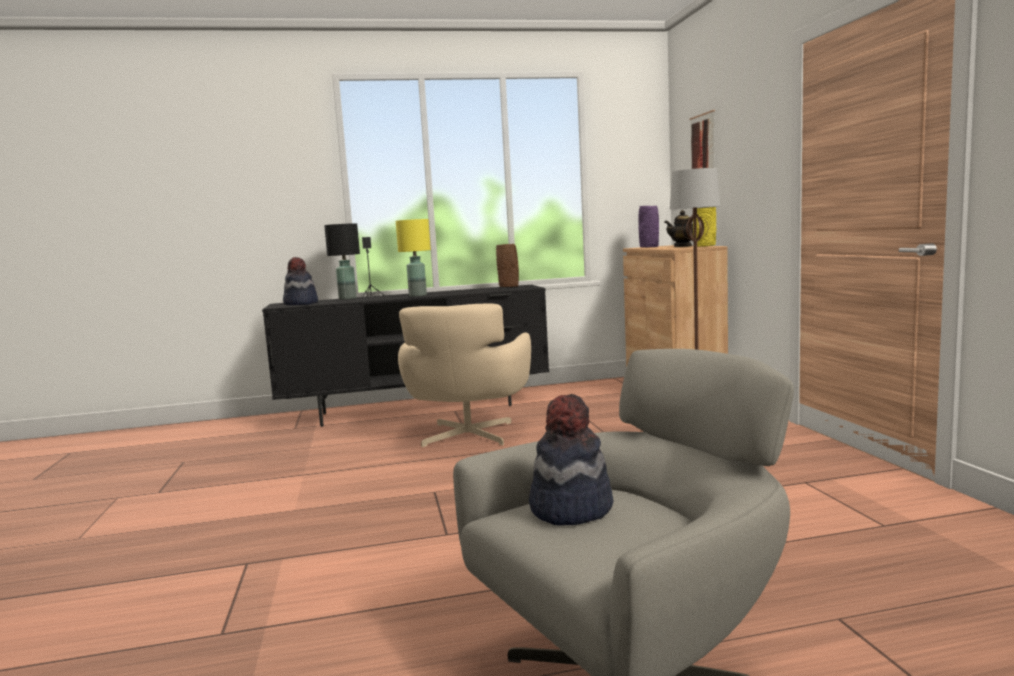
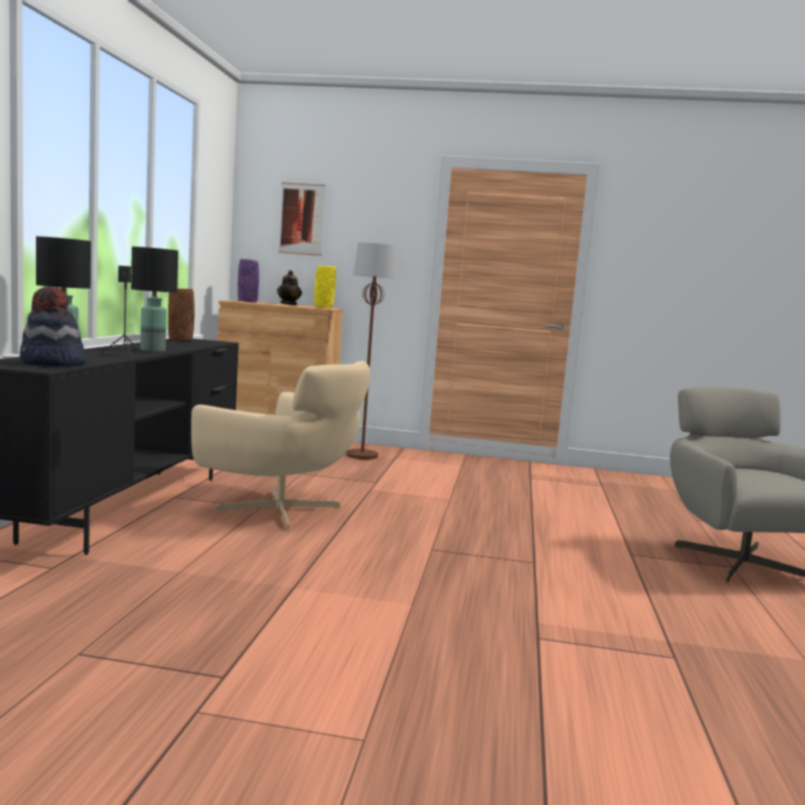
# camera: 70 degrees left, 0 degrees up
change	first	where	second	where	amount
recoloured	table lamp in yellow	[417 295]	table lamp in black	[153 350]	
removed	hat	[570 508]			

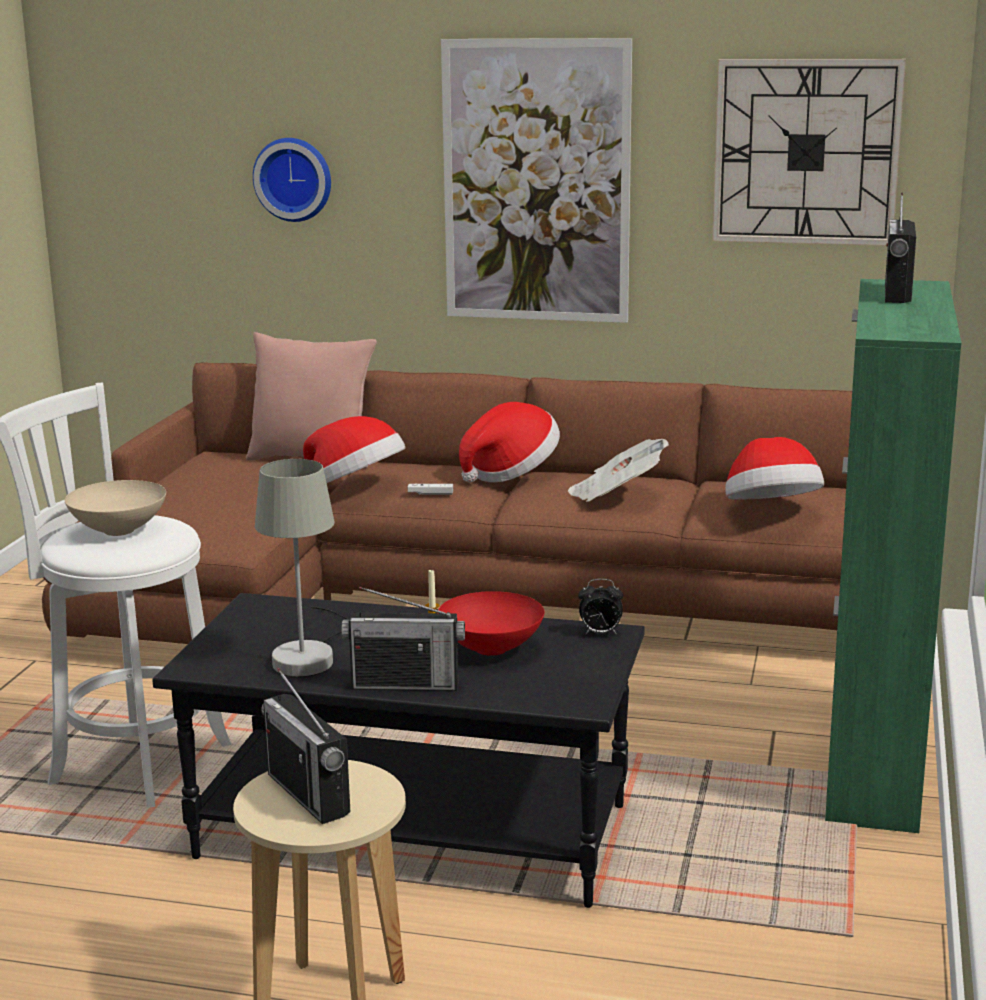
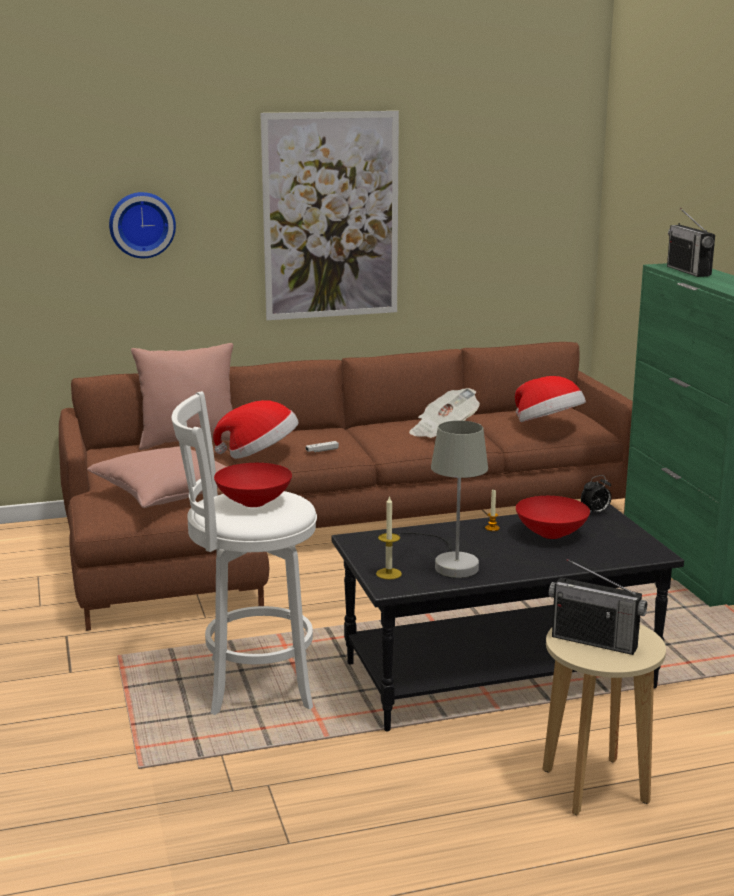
# camera: 30 degrees left, 0 degrees up
change	first	where	second	where	amount
recoloured	bowl in beige	[118 531]	bowl in red	[254 503]	
removed	radio	[405 684]			
removed	hat	[510 473]			
removed	wall clock	[806 152]			
added			pillow in pink	[166 493]	
added			candle	[388 574]	

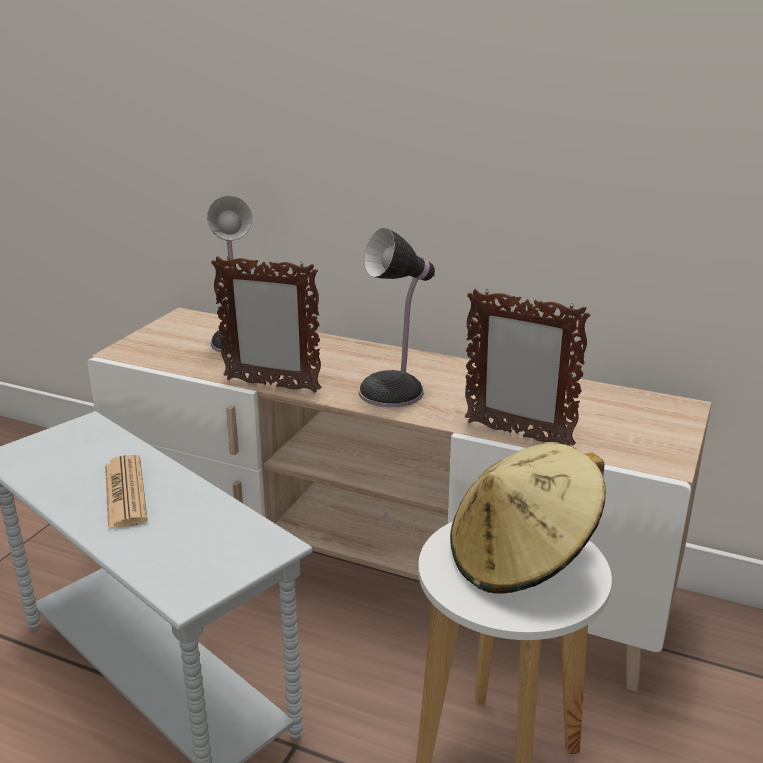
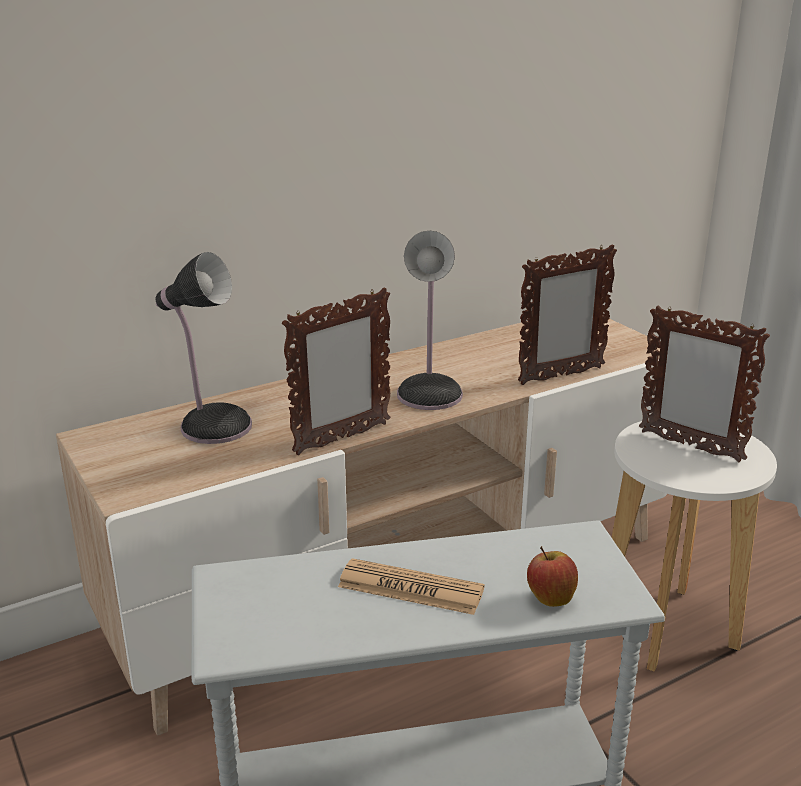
# camera: 55 degrees left, 0 degrees up
change	first	where	second	where	amount
replaced	hat in beige	[522 559]	picture frame	[689 446]	
added			apple	[550 598]	

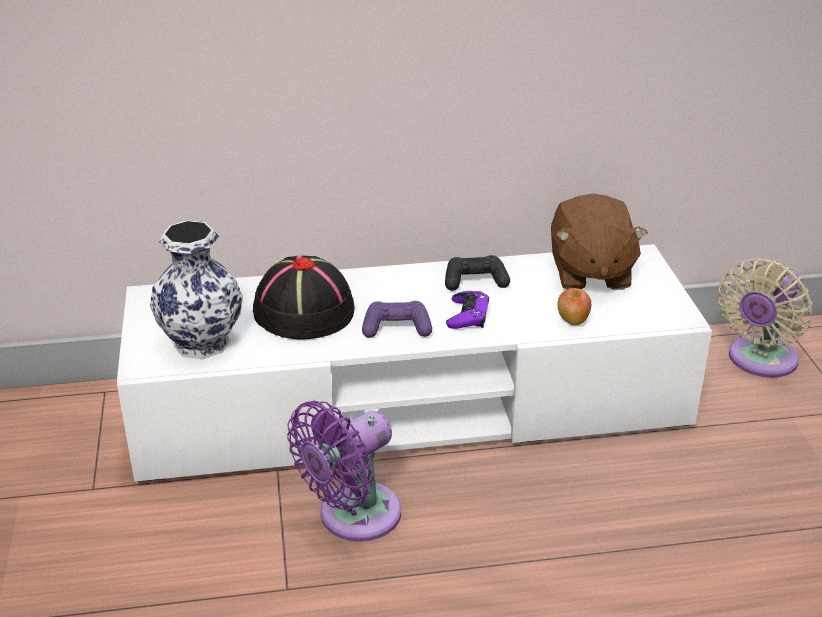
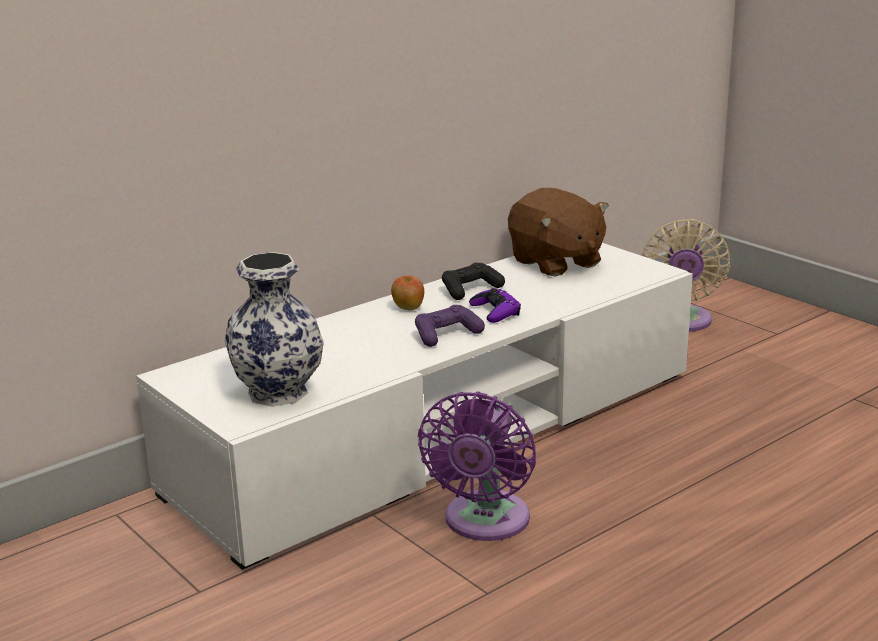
# camera: 30 degrees left, 10 degrees down
change	first	where	second	where	amount
removed	hat in black	[303 312]			
moved	apple	[572 321]		[408 308]	

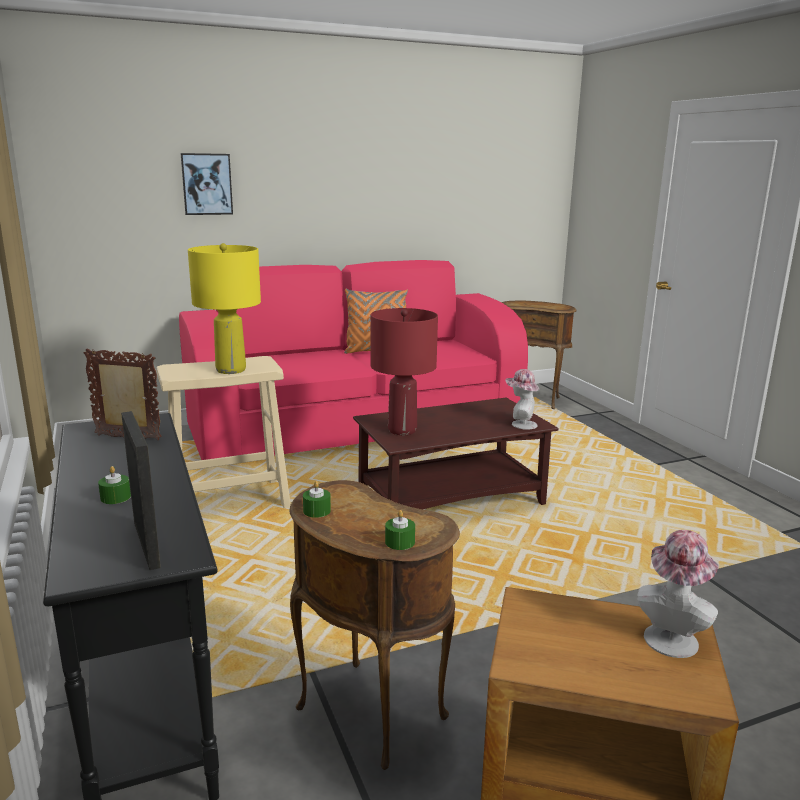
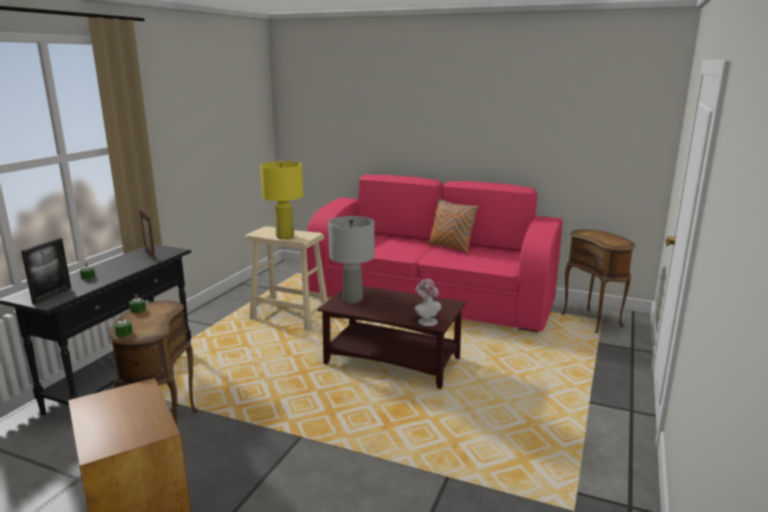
# camera: 45 degrees right, 0 degrees up
change	first	where	second	where	amount
removed	picture	[207 184]			
recoloured	table lamp in red	[403 430]	table lamp in grey	[353 300]	
removed	hat	[671 636]			

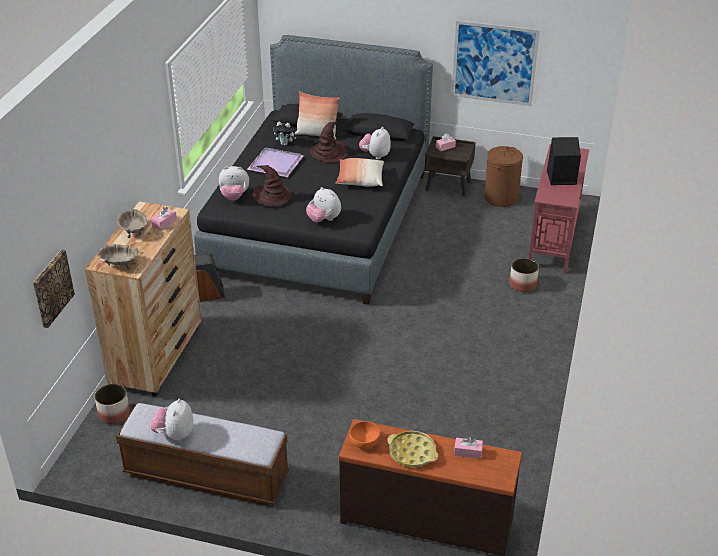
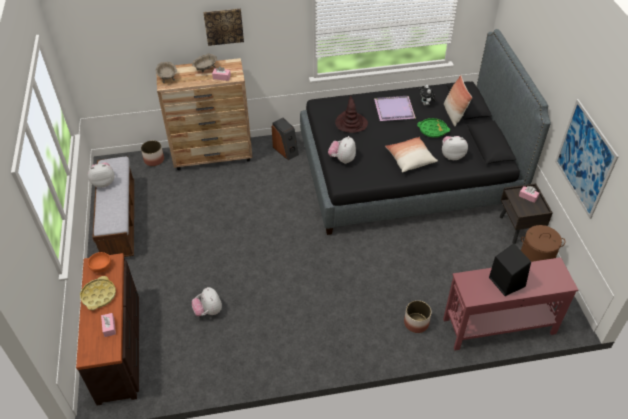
# camera: 65 degrees right, 10 degrees up
change	first	where	second	where	amount
moved	picture	[52 288]		[223 26]	
moved	plush toy	[234 196]		[208 311]	
replaced	hat in brown	[329 153]	tray in green	[433 130]	

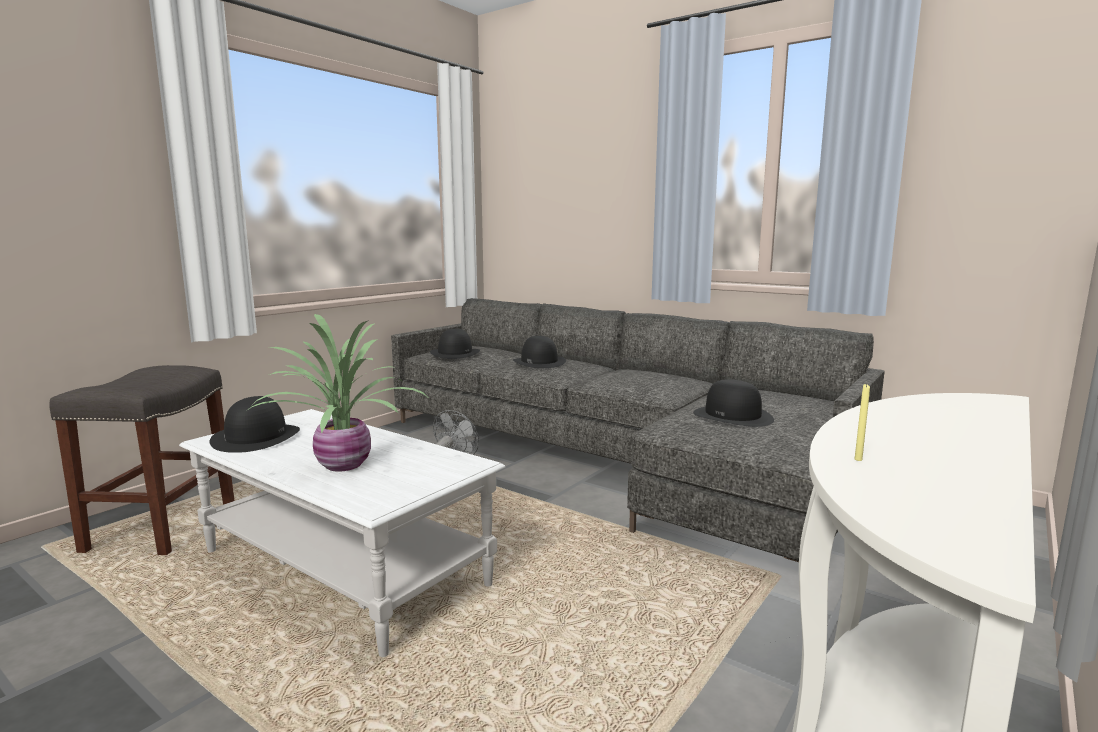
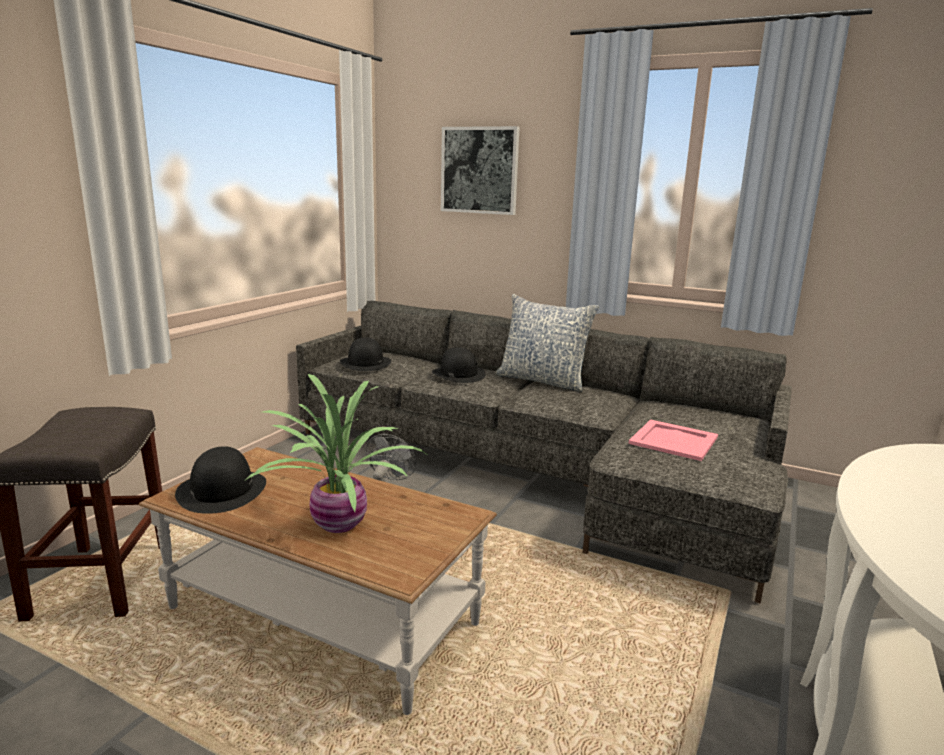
# camera: 10 degrees left, 5 degrees up
change	first	where	second	where	amount
recoloured	coffee table in white	[343 568]	coffee table in brown	[323 616]	
replaced	hat in black	[733 416]	tray in pink	[674 440]	
removed	candle in yellow	[858 459]			
added			picture	[479 170]	
added			pillow	[542 380]	

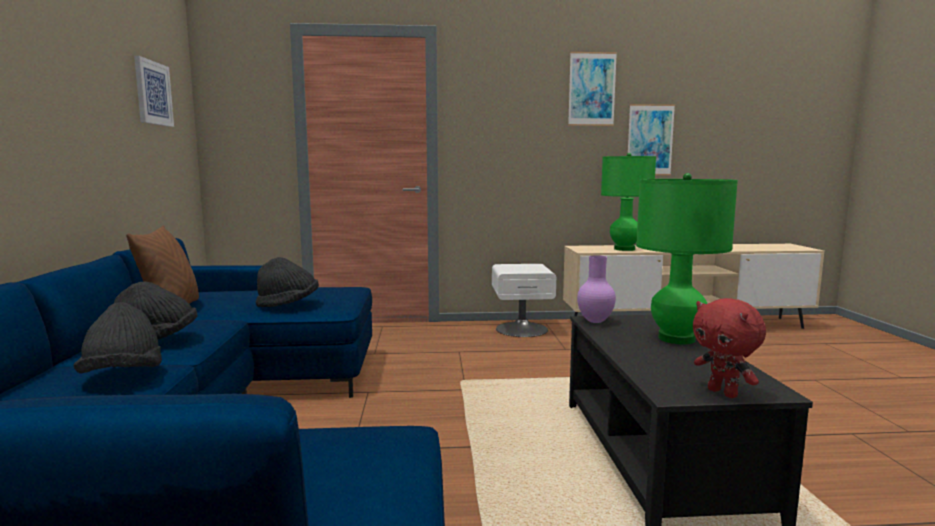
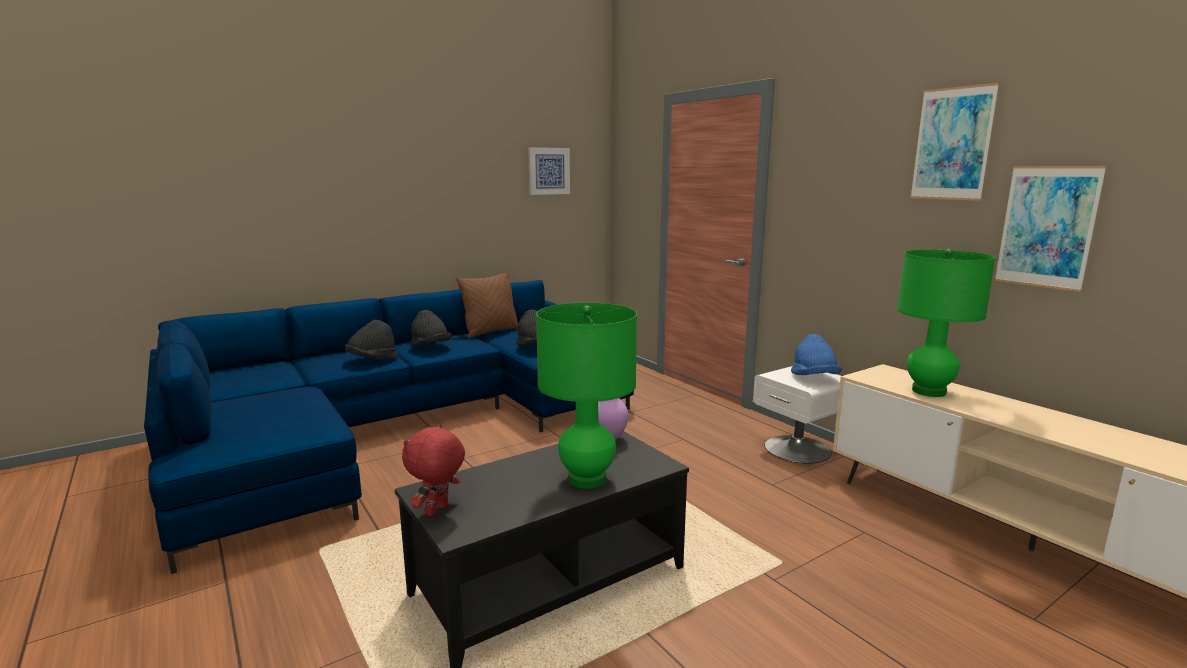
# camera: 60 degrees right, 5 degrees up
change	first	where	second	where	amount
added			hat in blue	[813 378]	

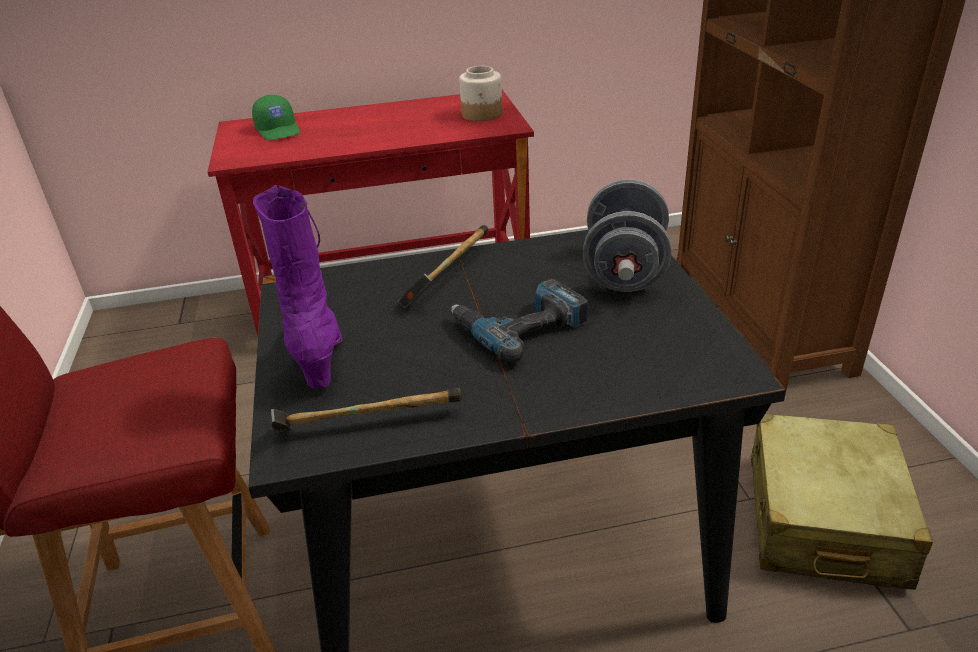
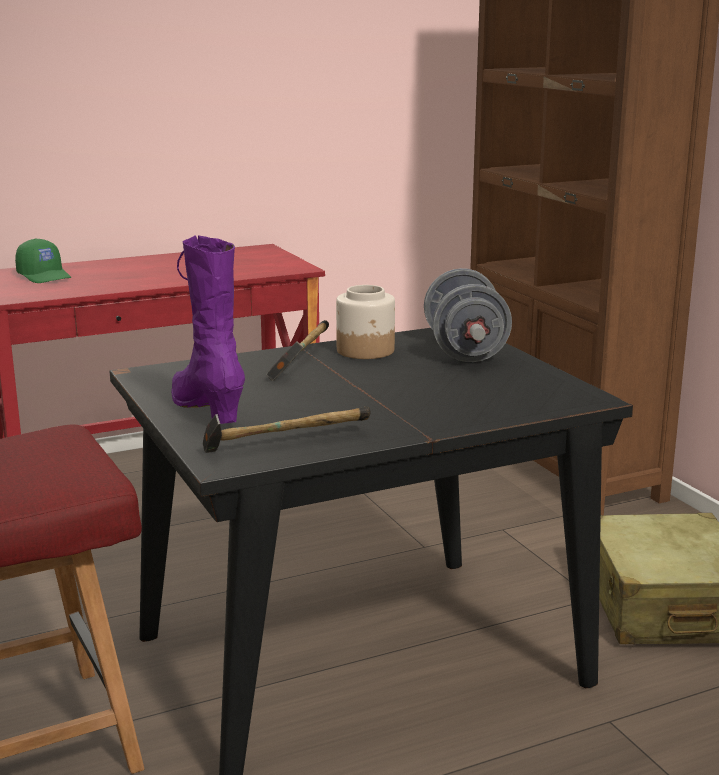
# camera: 15 degrees left, 15 degrees down
change	first	where	second	where	amount
removed	power drill	[519 326]			
moved	jar	[482 114]		[366 351]	

